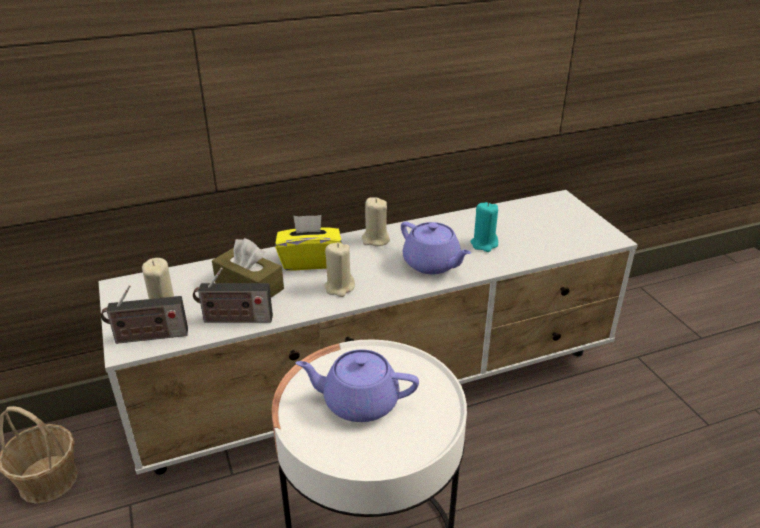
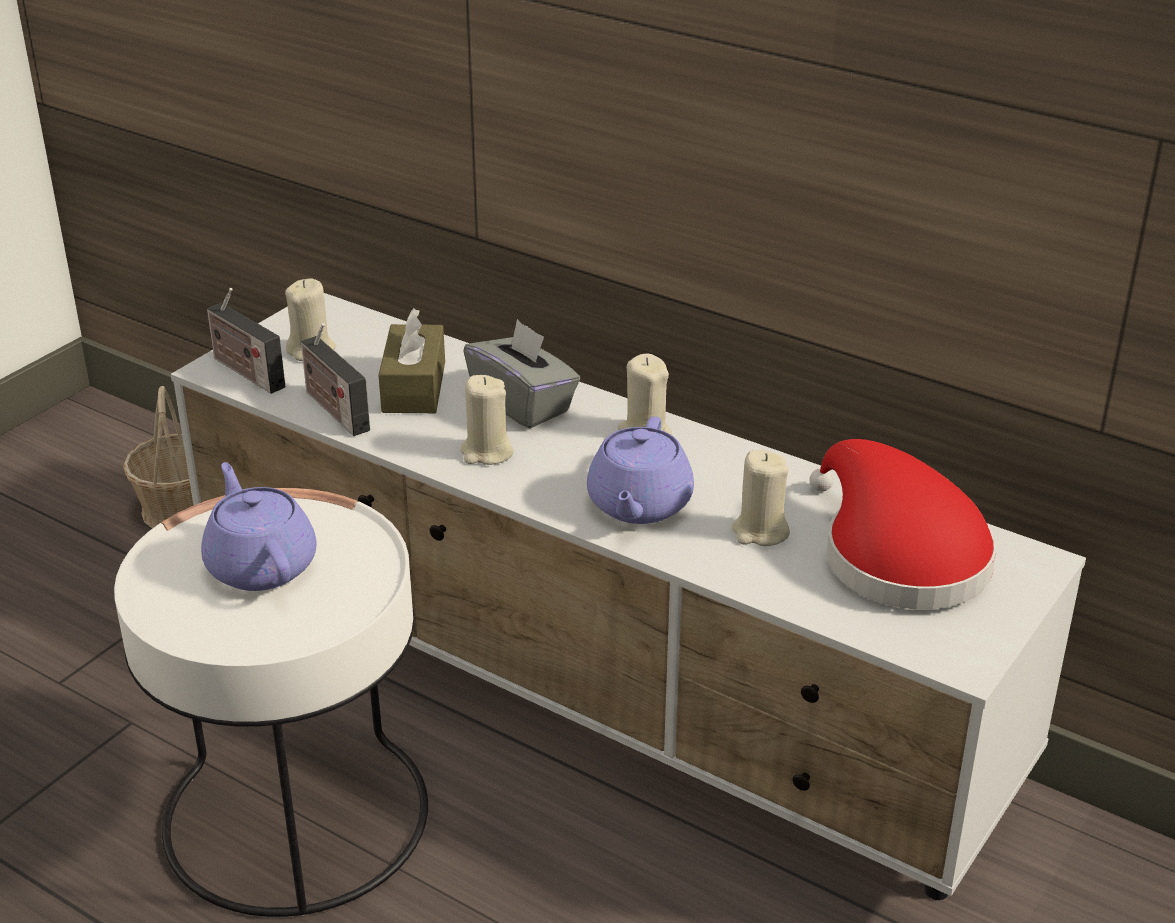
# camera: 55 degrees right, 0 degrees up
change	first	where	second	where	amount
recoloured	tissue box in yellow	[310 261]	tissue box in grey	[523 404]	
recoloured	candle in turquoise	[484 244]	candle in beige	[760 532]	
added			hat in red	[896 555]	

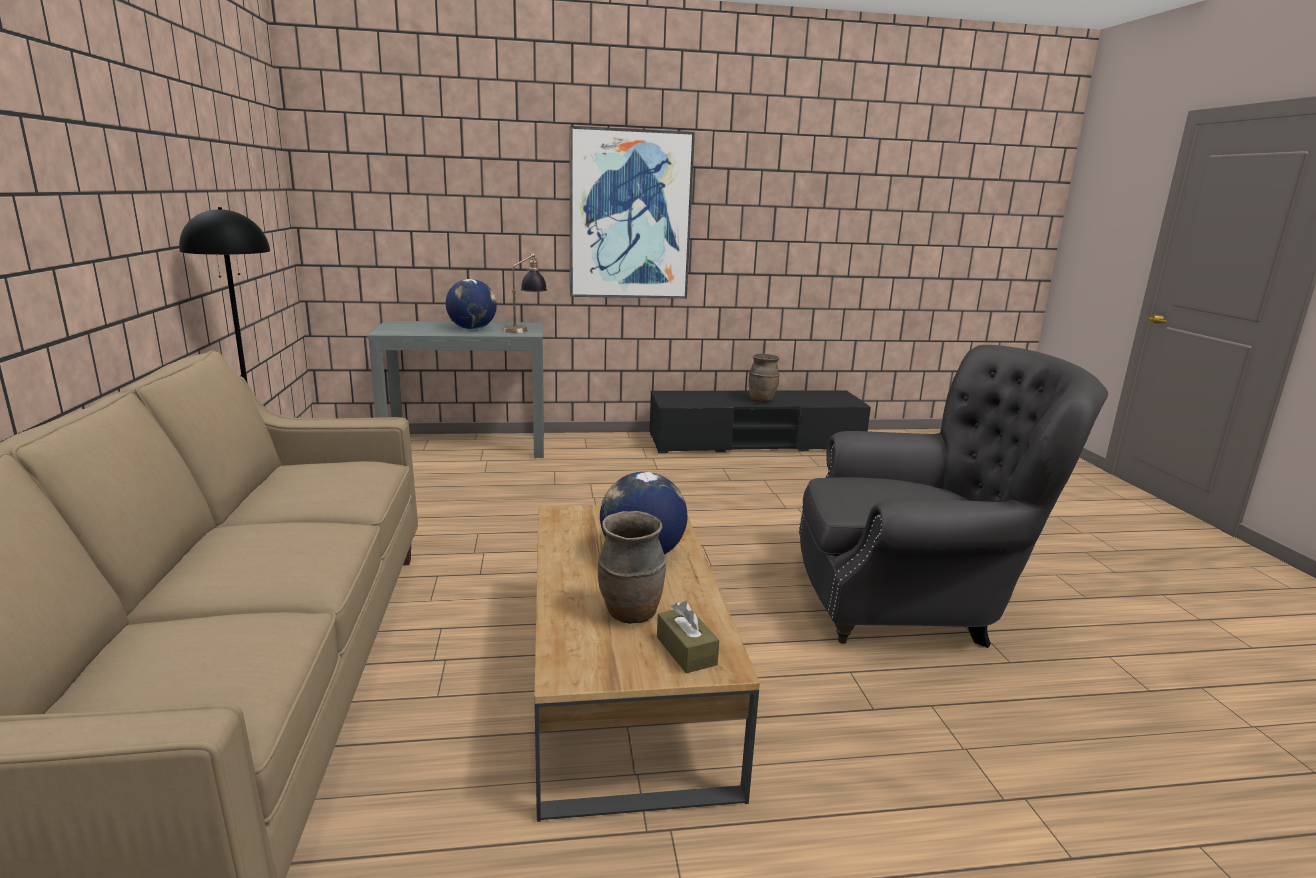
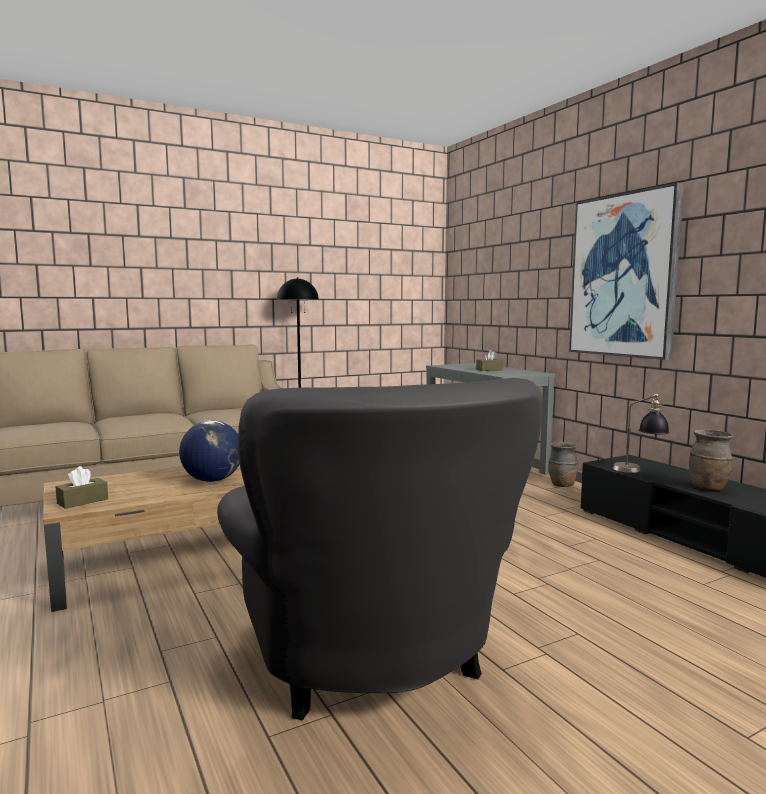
# camera: 70 degrees right, 10 degrees down
change	first	where	second	where	amount
replaced	globe	[472 329]	tissue box in brown	[489 370]	
moved	table lamp	[525 329]		[638 470]	
moved	vase in brown	[631 614]		[562 485]	

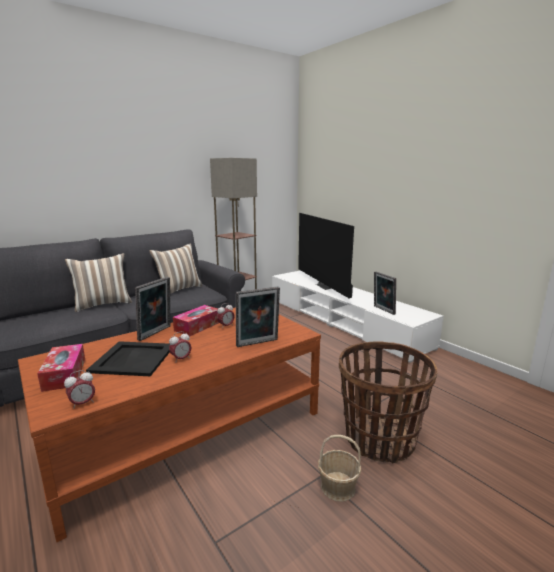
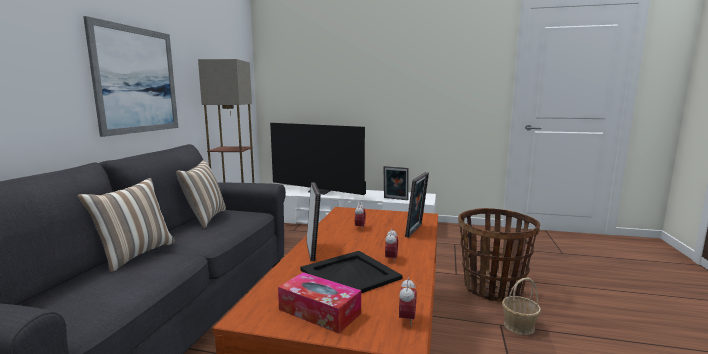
# camera: 40 degrees left, 5 degrees down
change	first	where	second	where	amount
removed	tissue box	[197 326]			
added			picture	[136 80]	

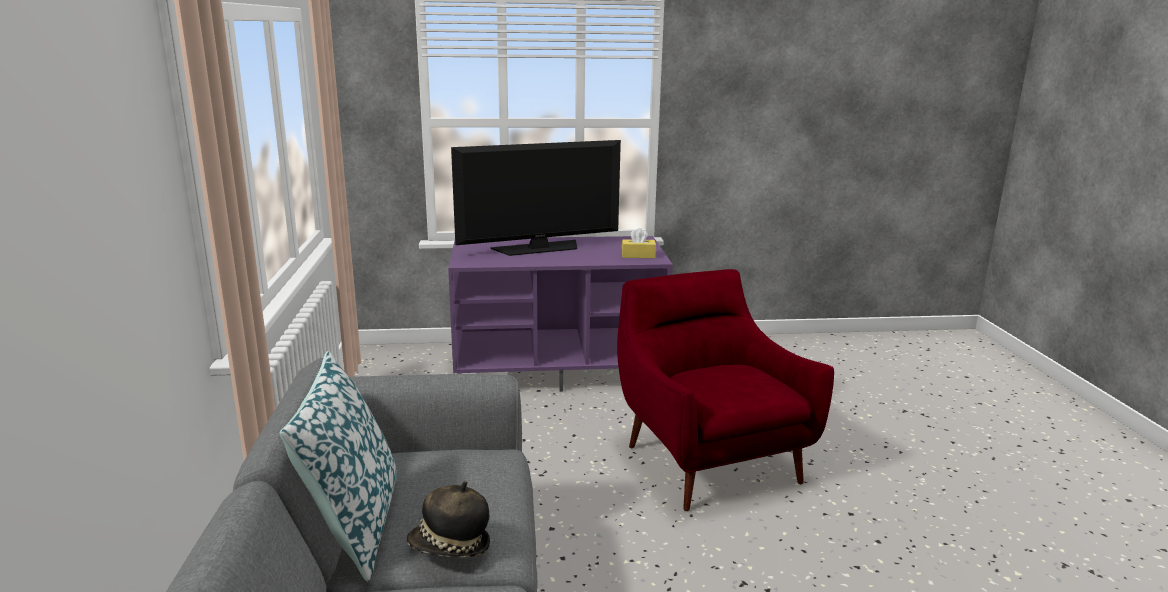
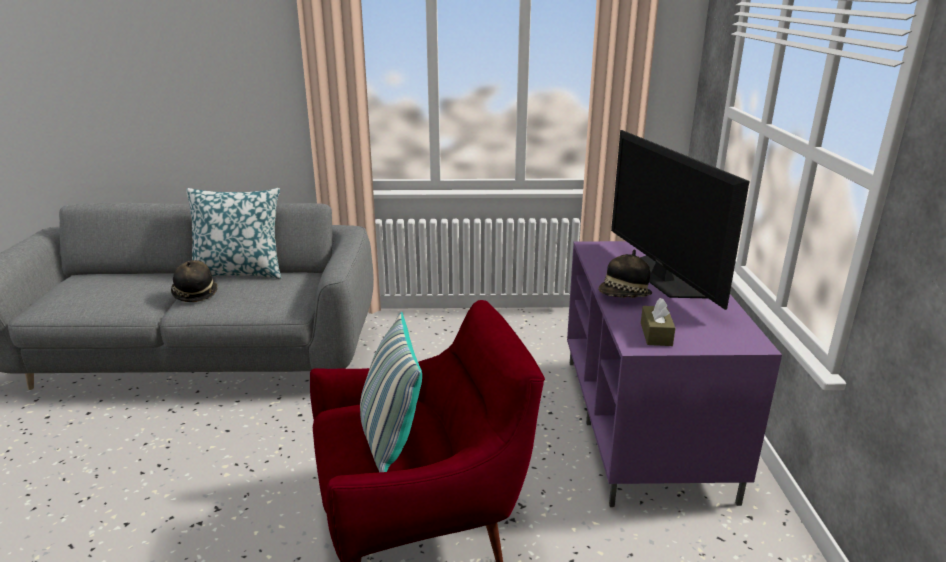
# camera: 95 degrees right, 5 degrees up
change	first	where	second	where	amount
recoloured	tissue box in yellow	[638 255]	tissue box in brown	[656 334]	
added			pillow	[390 438]	
added			hat	[624 296]	

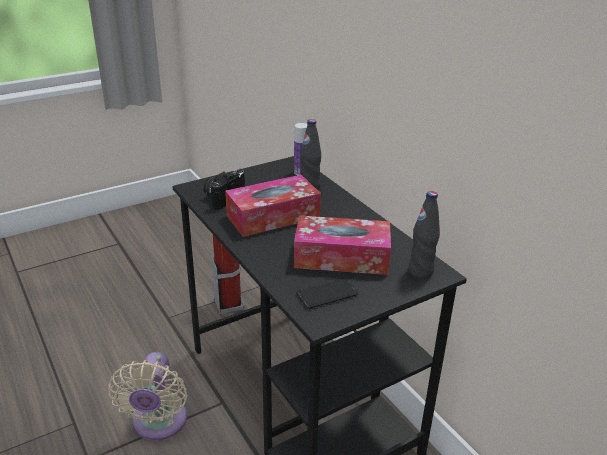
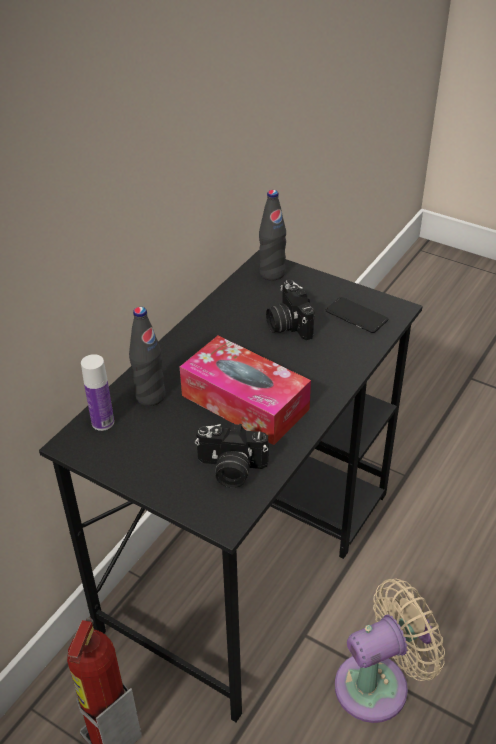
# camera: 115 degrees left, 10 degrees up
change	first	where	second	where	amount
replaced	tissue box	[341 257]	photo camera	[288 325]	

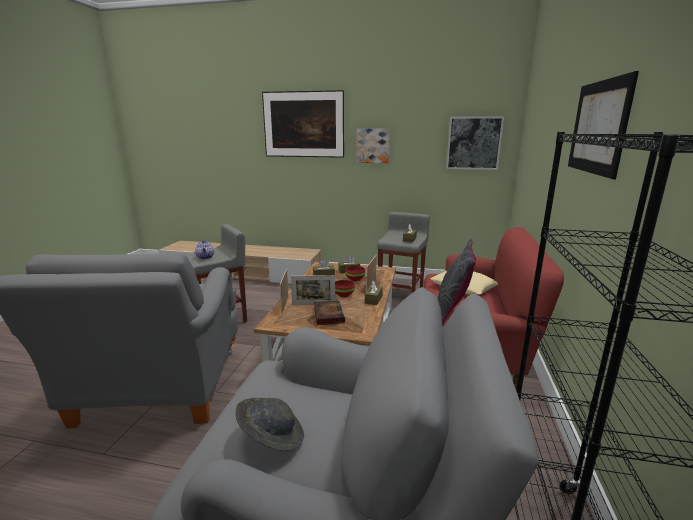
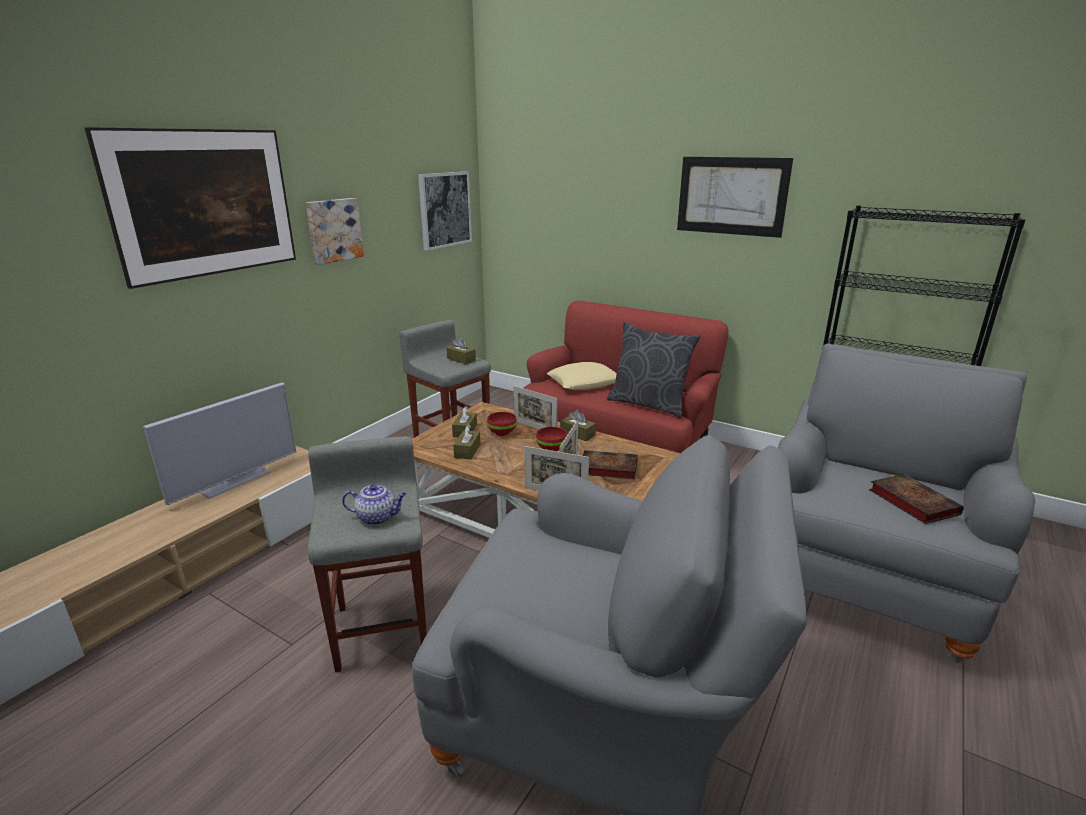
# camera: 70 degrees left, 5 degrees up
change	first	where	second	where	amount
replaced	hat in grey	[271 436]	book	[910 501]	
added			television	[235 481]	

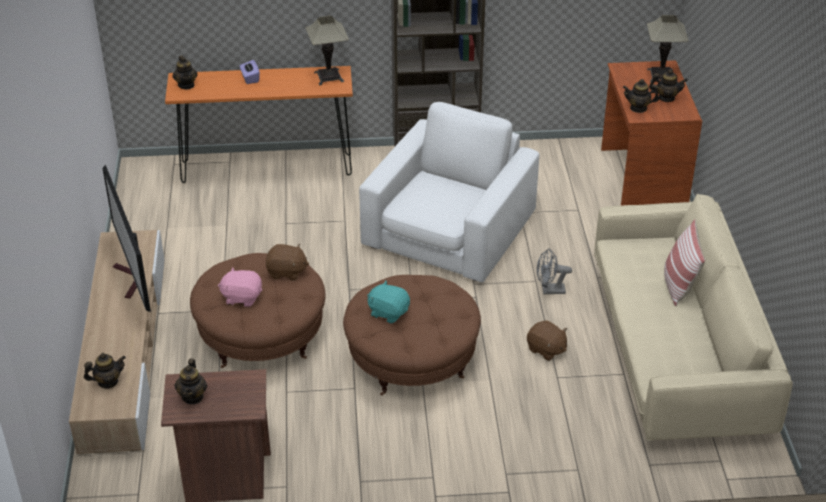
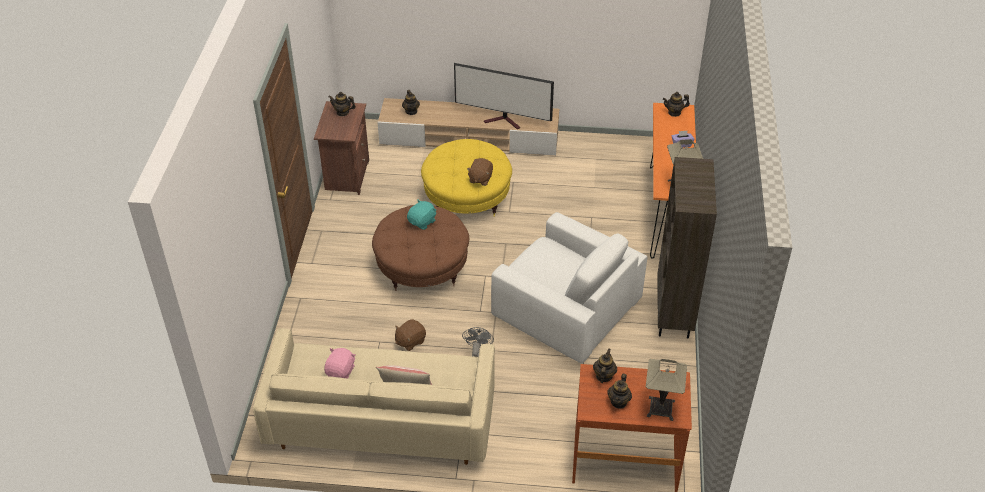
# camera: 100 degrees right, 5 degrees up
change	first	where	second	where	amount
turned	television	[132 280]		[504 121]	150 degrees counterclockwise
recoloured	ottoman in brown	[261 336]	ottoman in yellow	[467 197]	
moved	plush toy in pink	[242 297]		[341 371]	

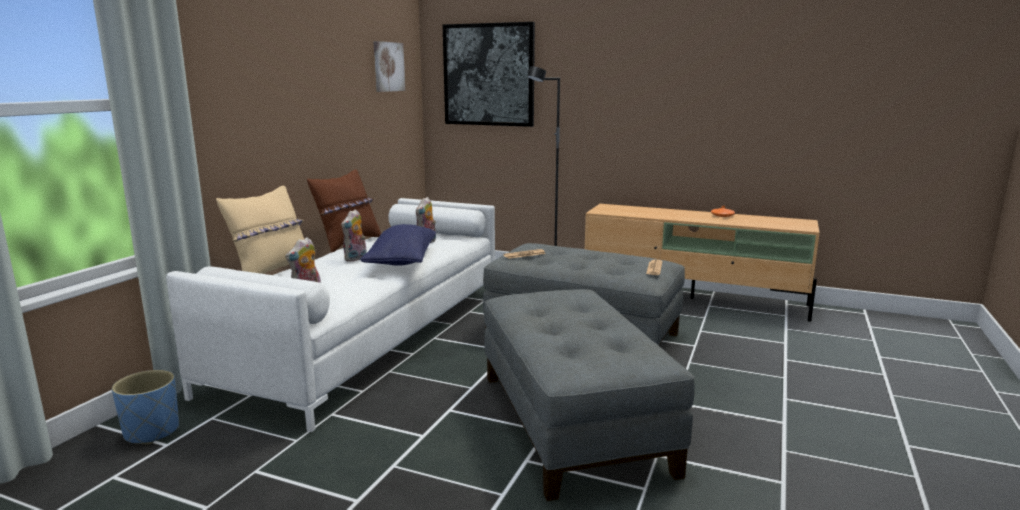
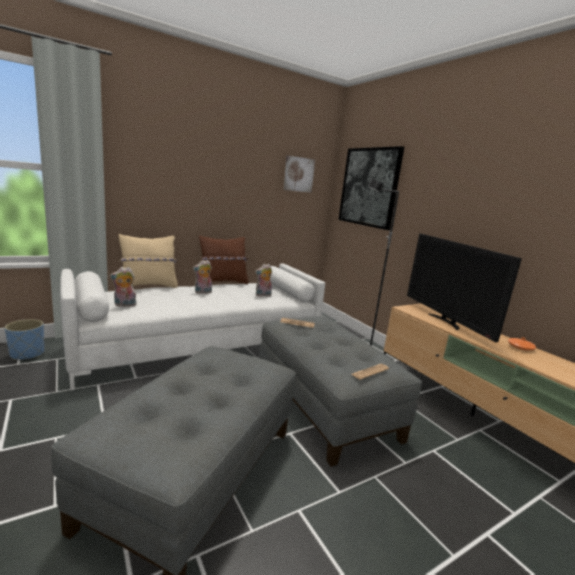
# camera: 35 degrees right, 0 degrees up
change	first	where	second	where	amount
removed	pillow in blue	[401 261]			
added			television	[445 321]	

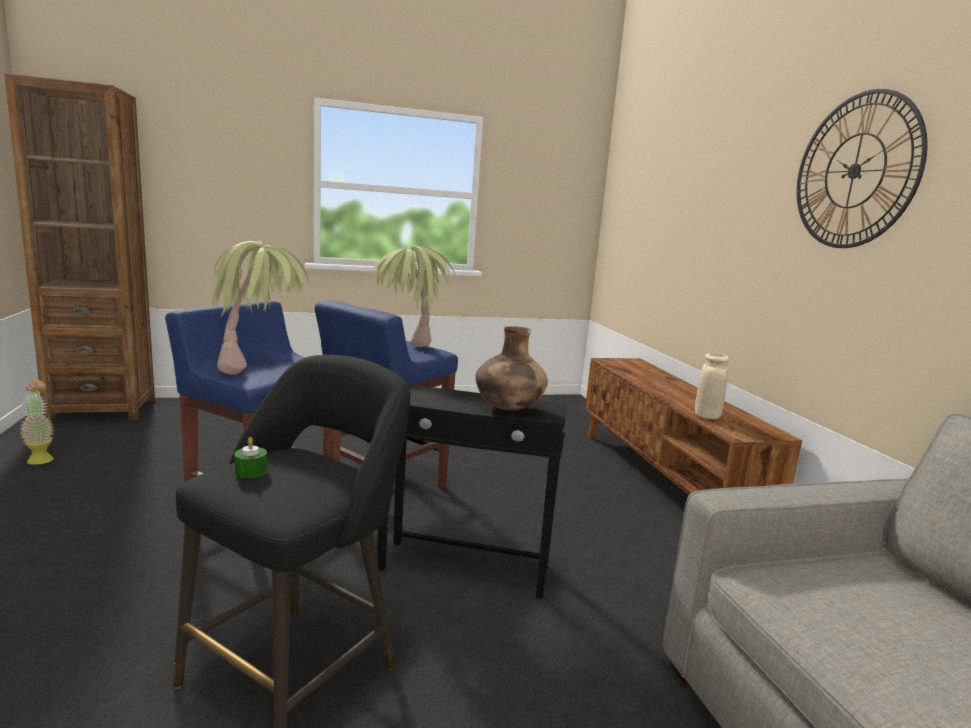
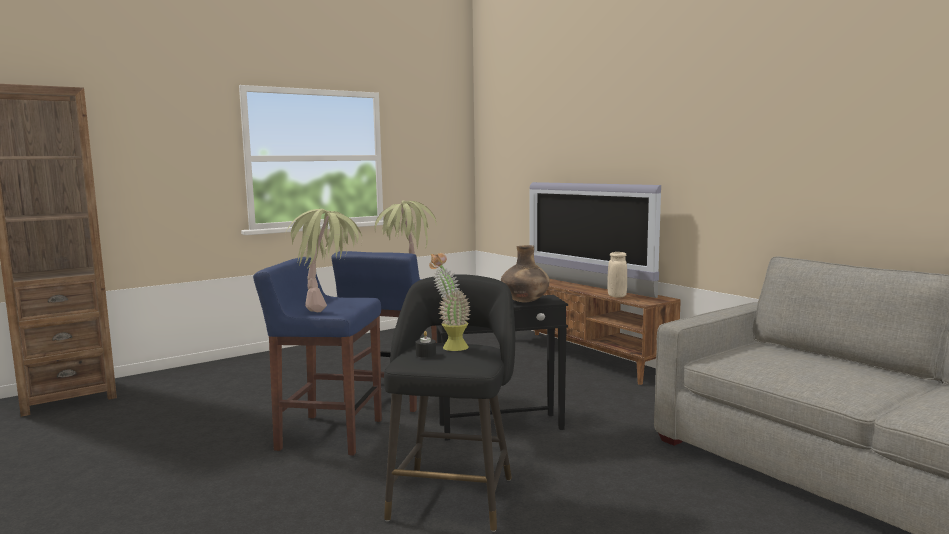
# camera: 20 degrees left, 5 degrees down
change	first	where	second	where	amount
moved	potted plant	[40 458]		[450 346]	
recoloured	candle in green	[251 471]	candle in black	[426 354]	
removed	wall clock	[854 171]			
added			television	[587 285]	

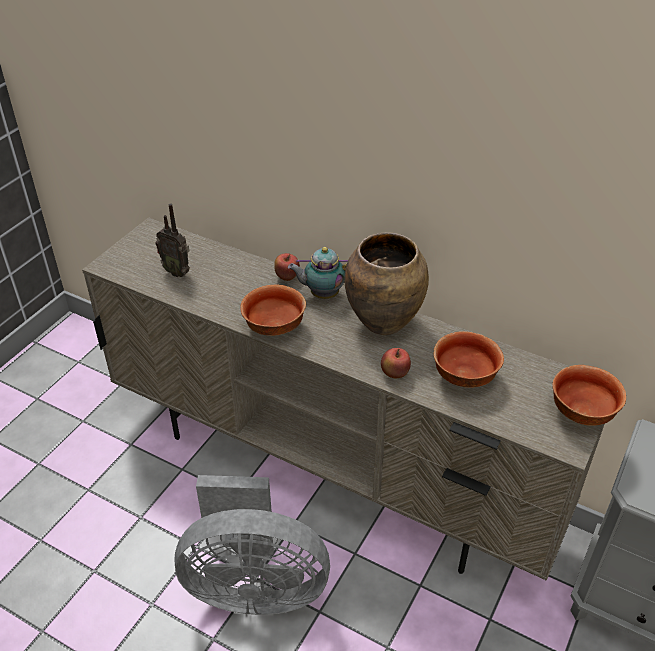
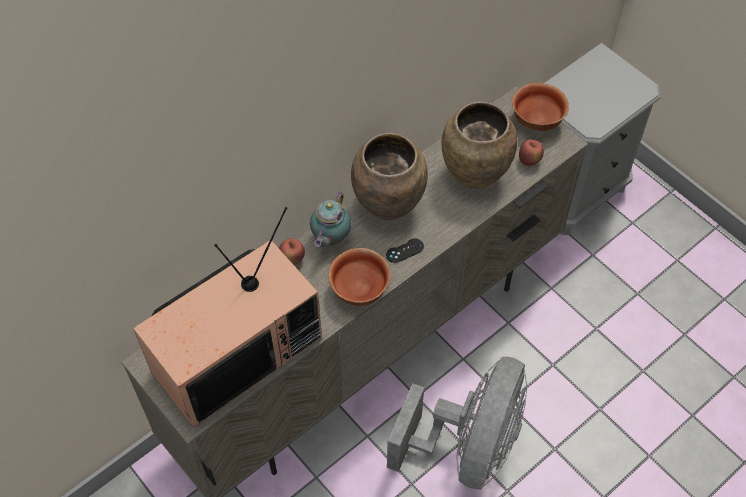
# camera: 70 degrees left, 15 degrees up
change	first	where	second	where	amount
replaced	radio	[177 271]	television	[237 351]	
moved	apple	[394 374]		[529 161]	
replaced	bowl	[464 376]	vase in brown	[473 175]	
added			game controller in black	[404 251]	

